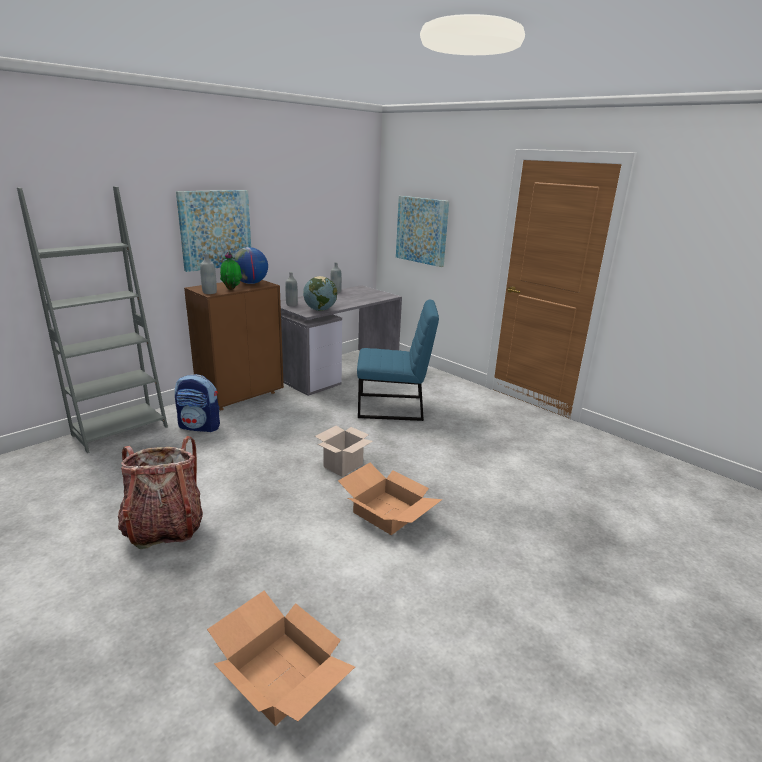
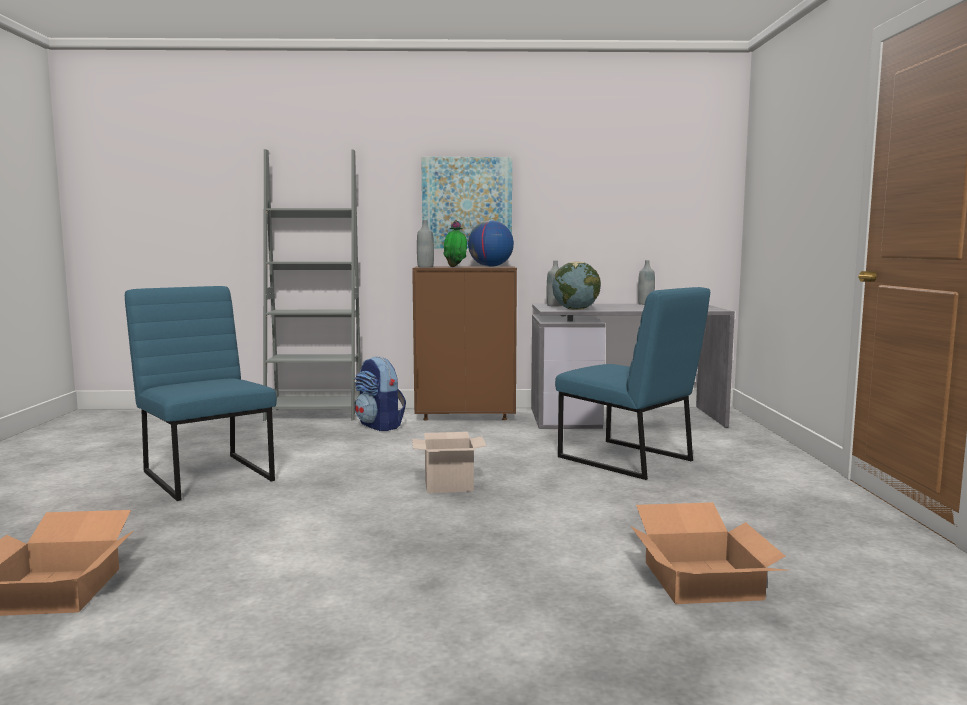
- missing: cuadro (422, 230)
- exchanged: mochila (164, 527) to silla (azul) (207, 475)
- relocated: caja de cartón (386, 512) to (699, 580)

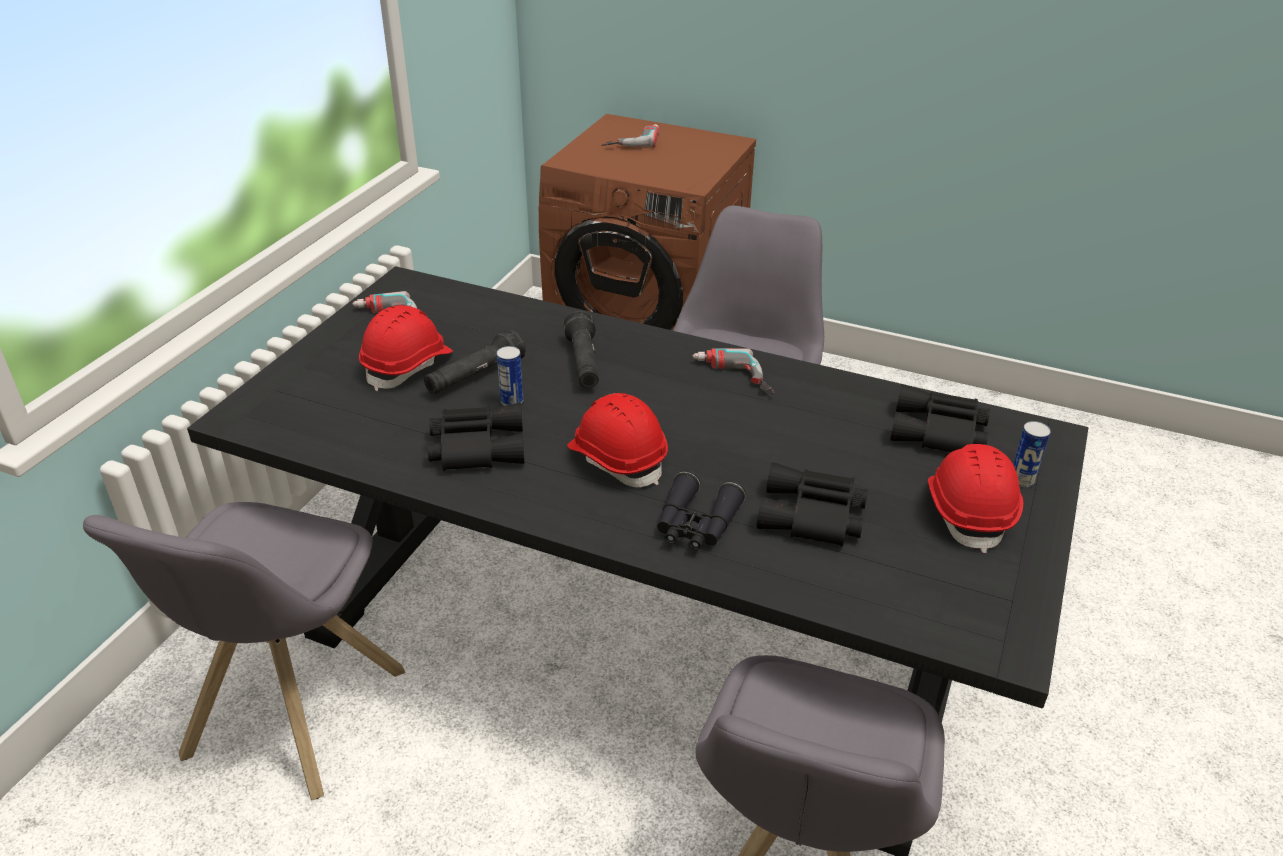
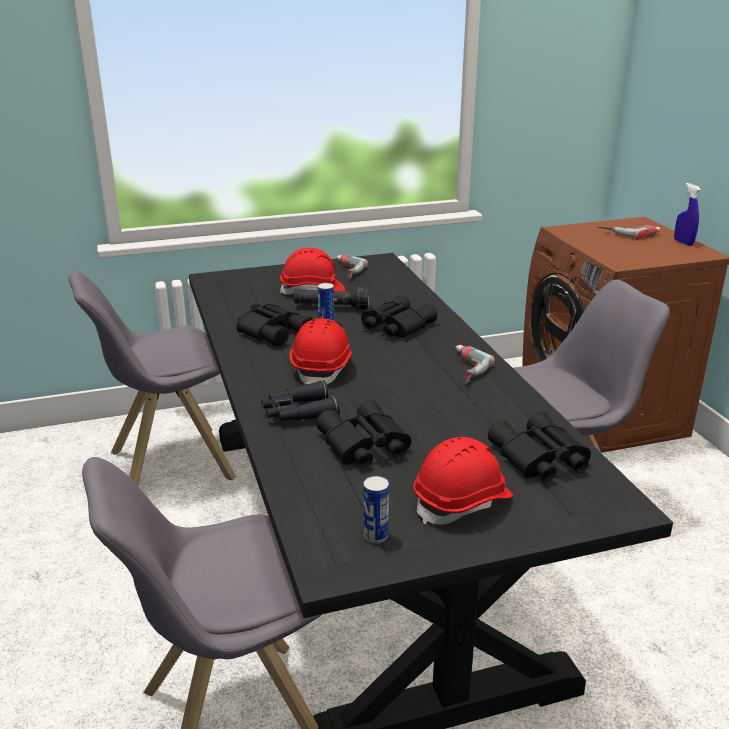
- exchanged: linterna (negro) (583, 364) to prismáticos (negro) (395, 326)
- relocated: lata (1022, 480) to (375, 536)
- appeared: pulverizador (azul) (683, 242)

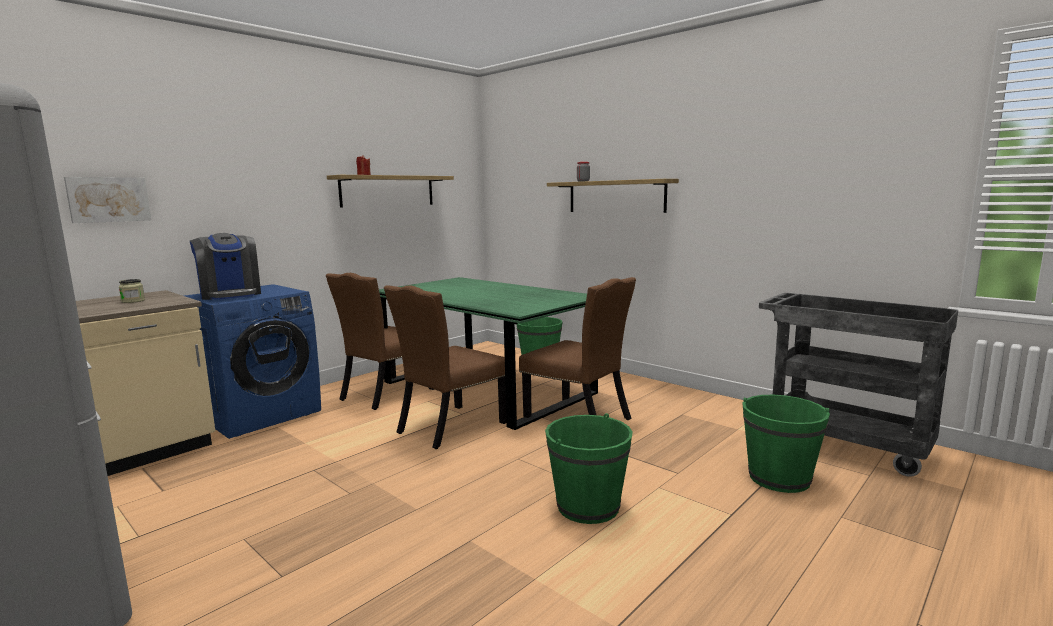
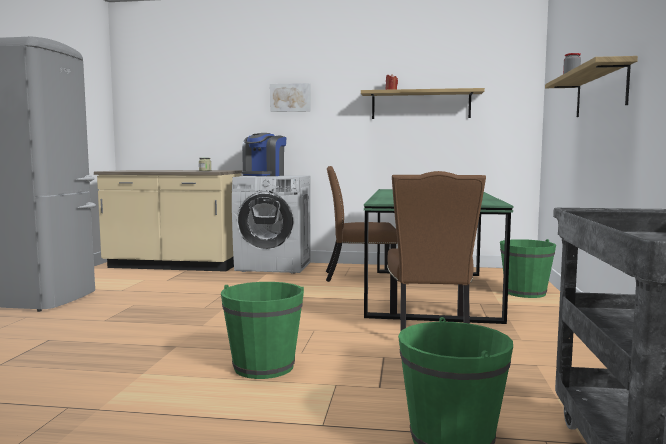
- relocated: cuadro (108, 199) to (290, 97)
- colour: lavadora (azul) (262, 416) to lavadora (blanco) (274, 268)
- missing: silla (marrón) (452, 426)

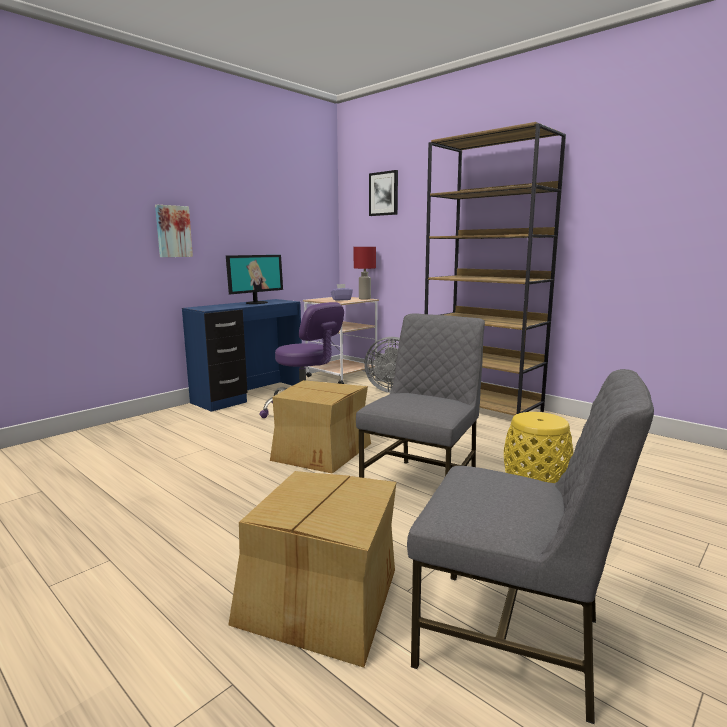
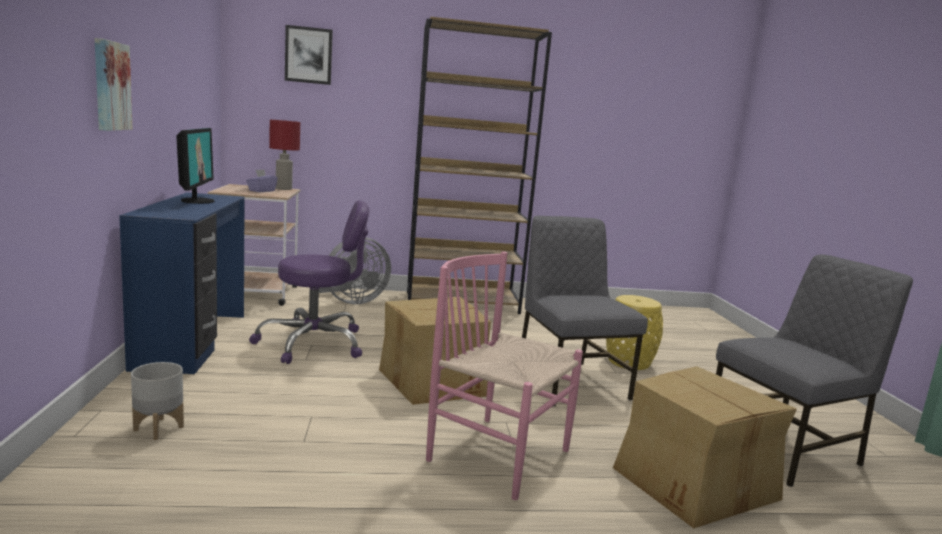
- appeared: silla (rosa) (493, 453)
- appeared: maceta (gris) (158, 428)

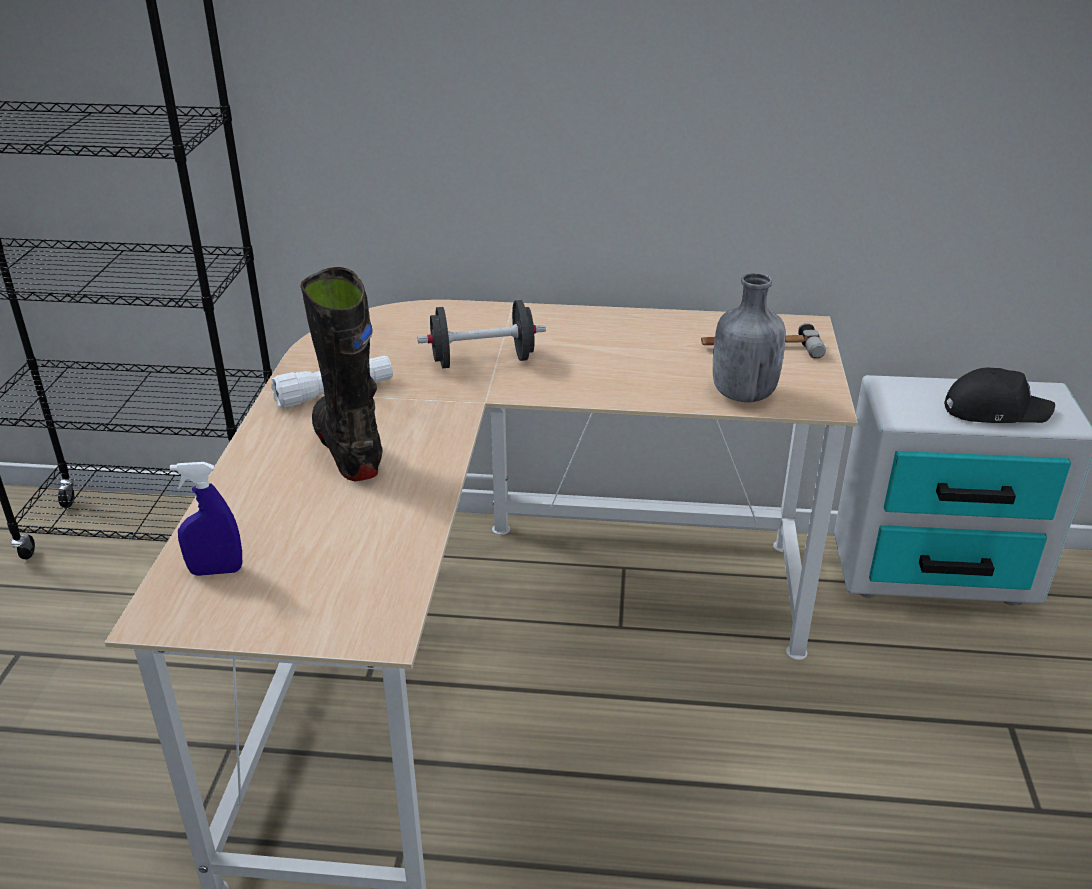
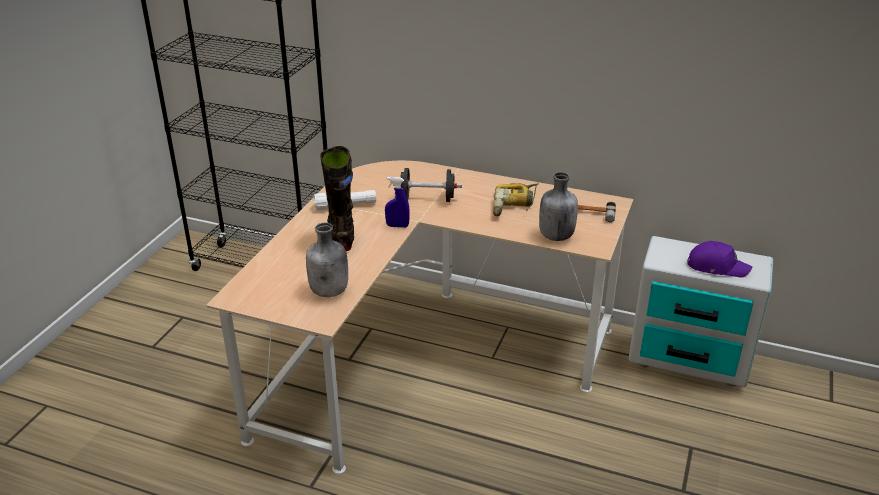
- colour: gorra (negro) (994, 410) to gorra (morado) (716, 266)
- relocated: pulverizador (azul) (216, 571) to (397, 226)
- appeared: taladro (514, 205)
- appeared: botella (gris) (330, 291)

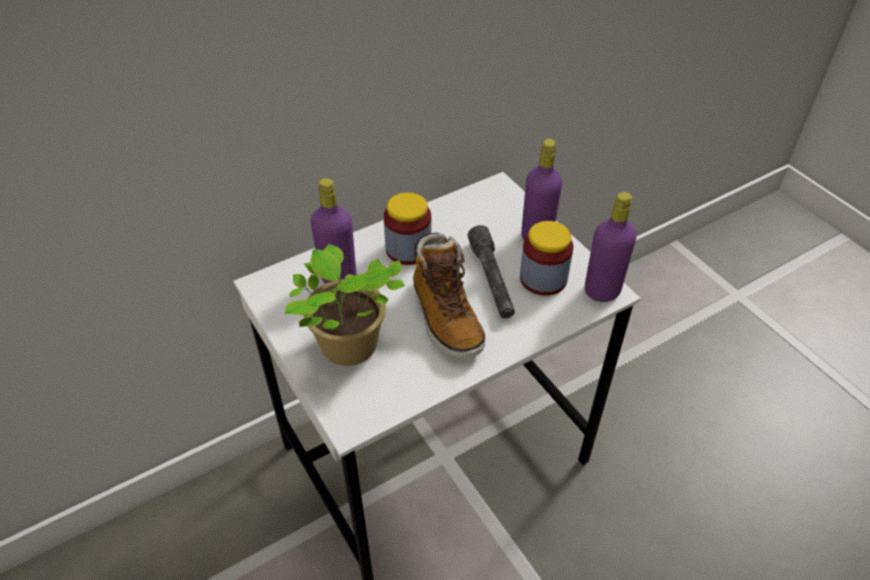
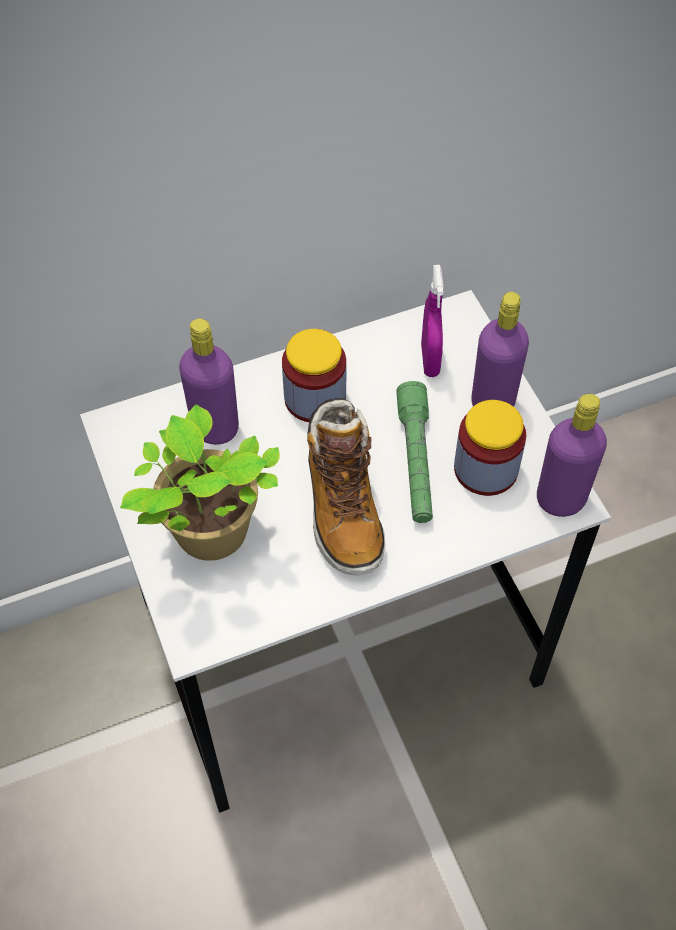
- colour: linterna (gris) (491, 280) to linterna (verde) (416, 461)
- appeared: pulverizador (morado) (430, 360)

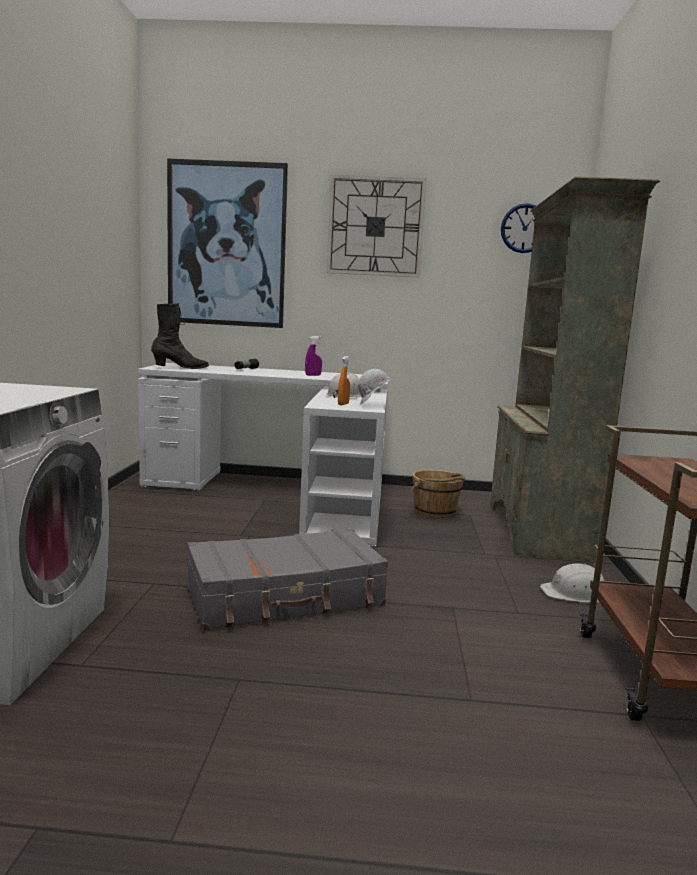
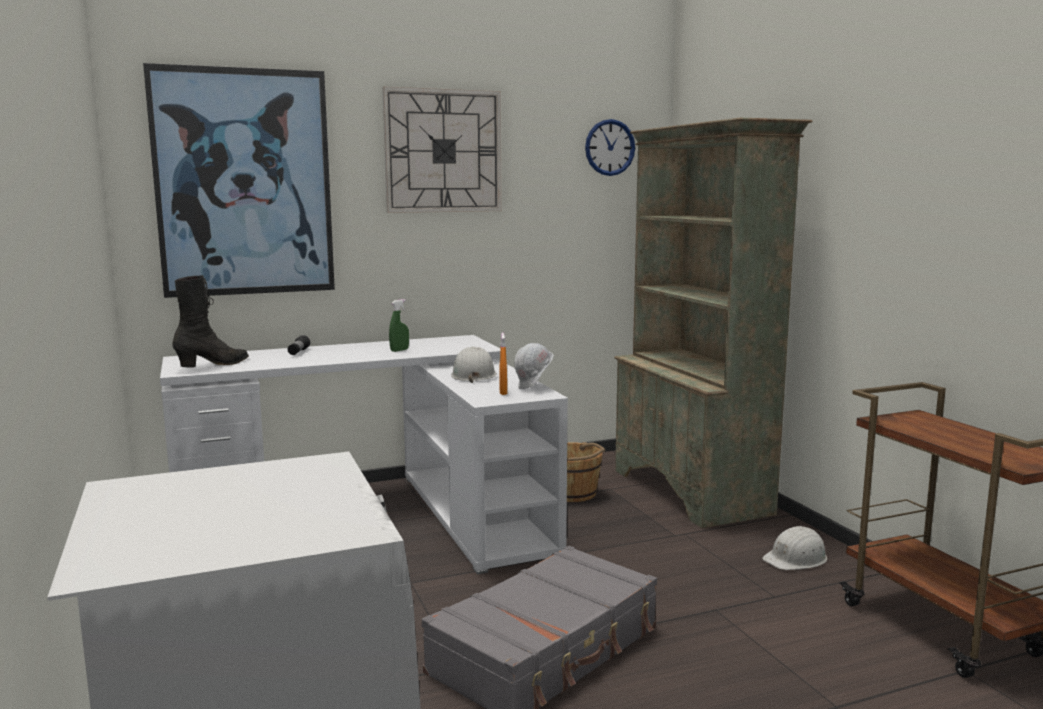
- colour: pulverizador (morado) (313, 375) to pulverizador (verde) (399, 350)

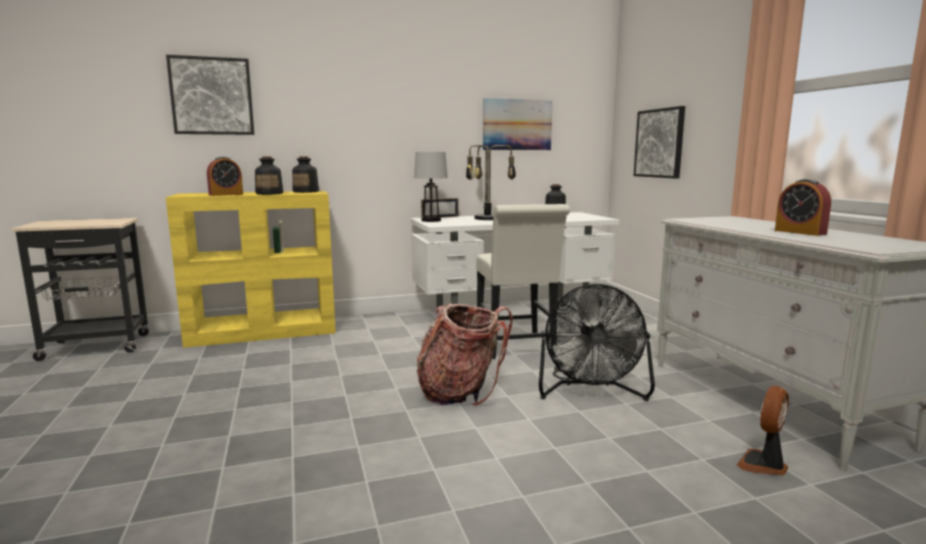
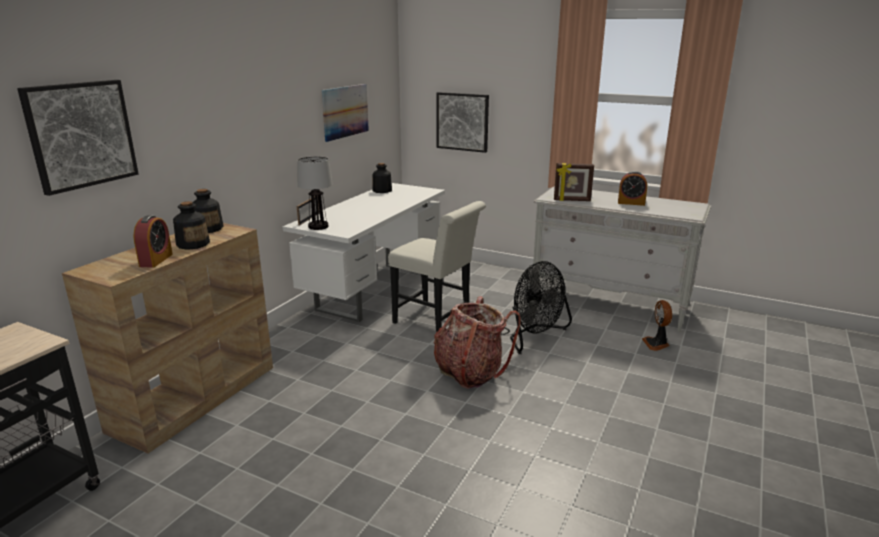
- missing: lámpara de mesa (487, 218)
- colour: estantería (amarillo) (263, 331) to estantería (marrón) (194, 397)
- appeared: portarretratos (572, 200)

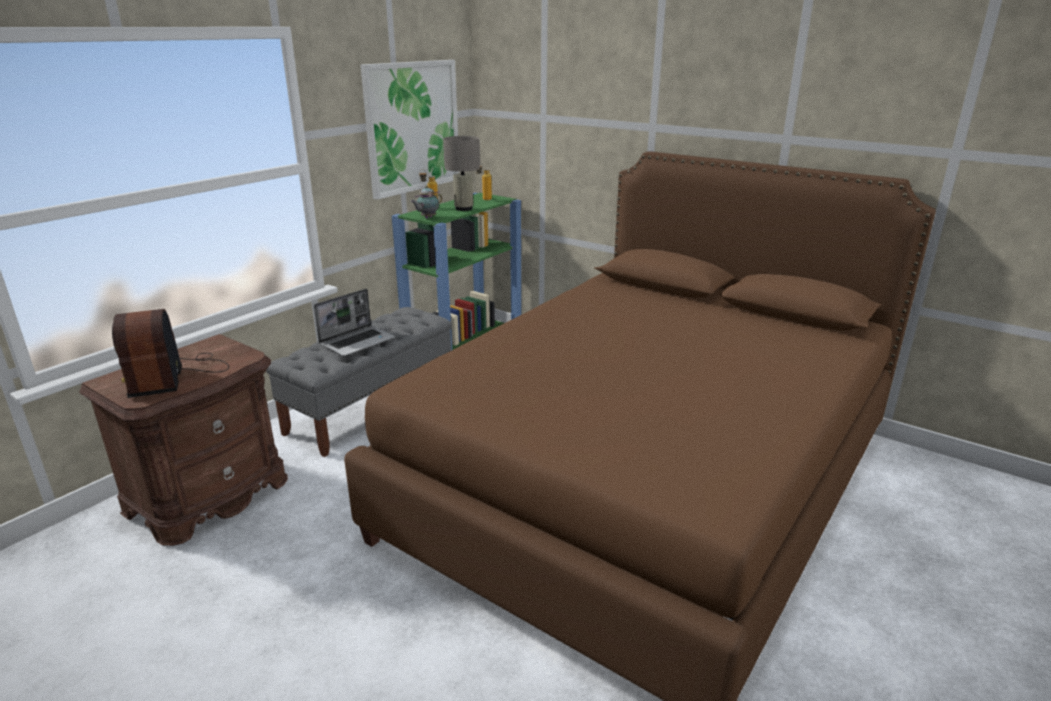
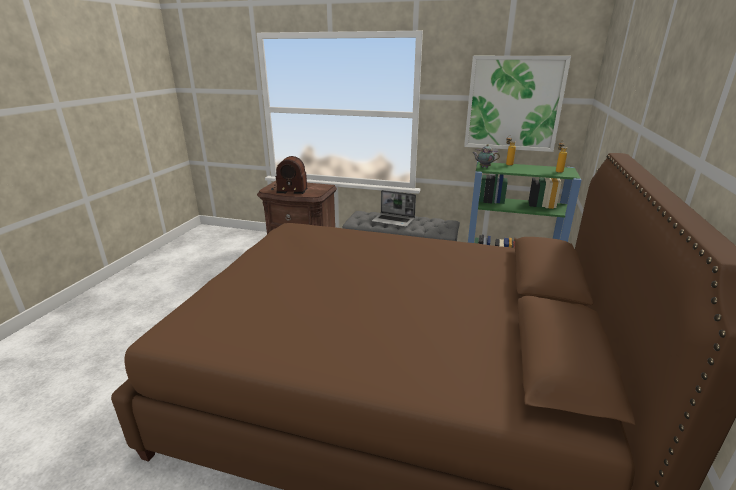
- missing: lámpara de mesa (gris) (463, 208)
- spun: radio (174, 375) = (289, 189) 135 degrees counterclockwise

